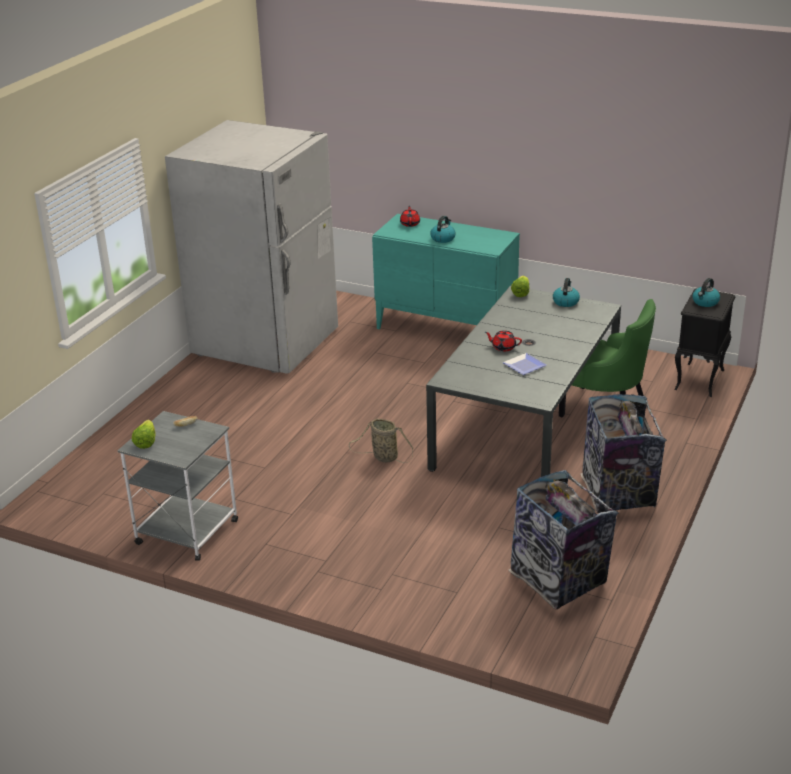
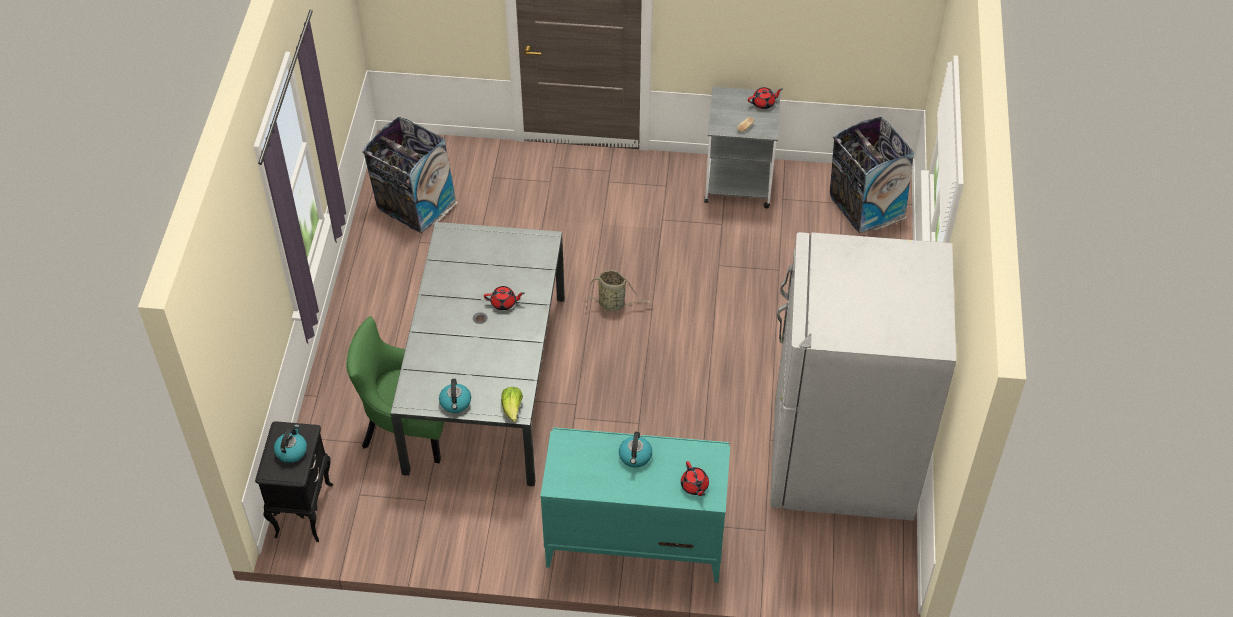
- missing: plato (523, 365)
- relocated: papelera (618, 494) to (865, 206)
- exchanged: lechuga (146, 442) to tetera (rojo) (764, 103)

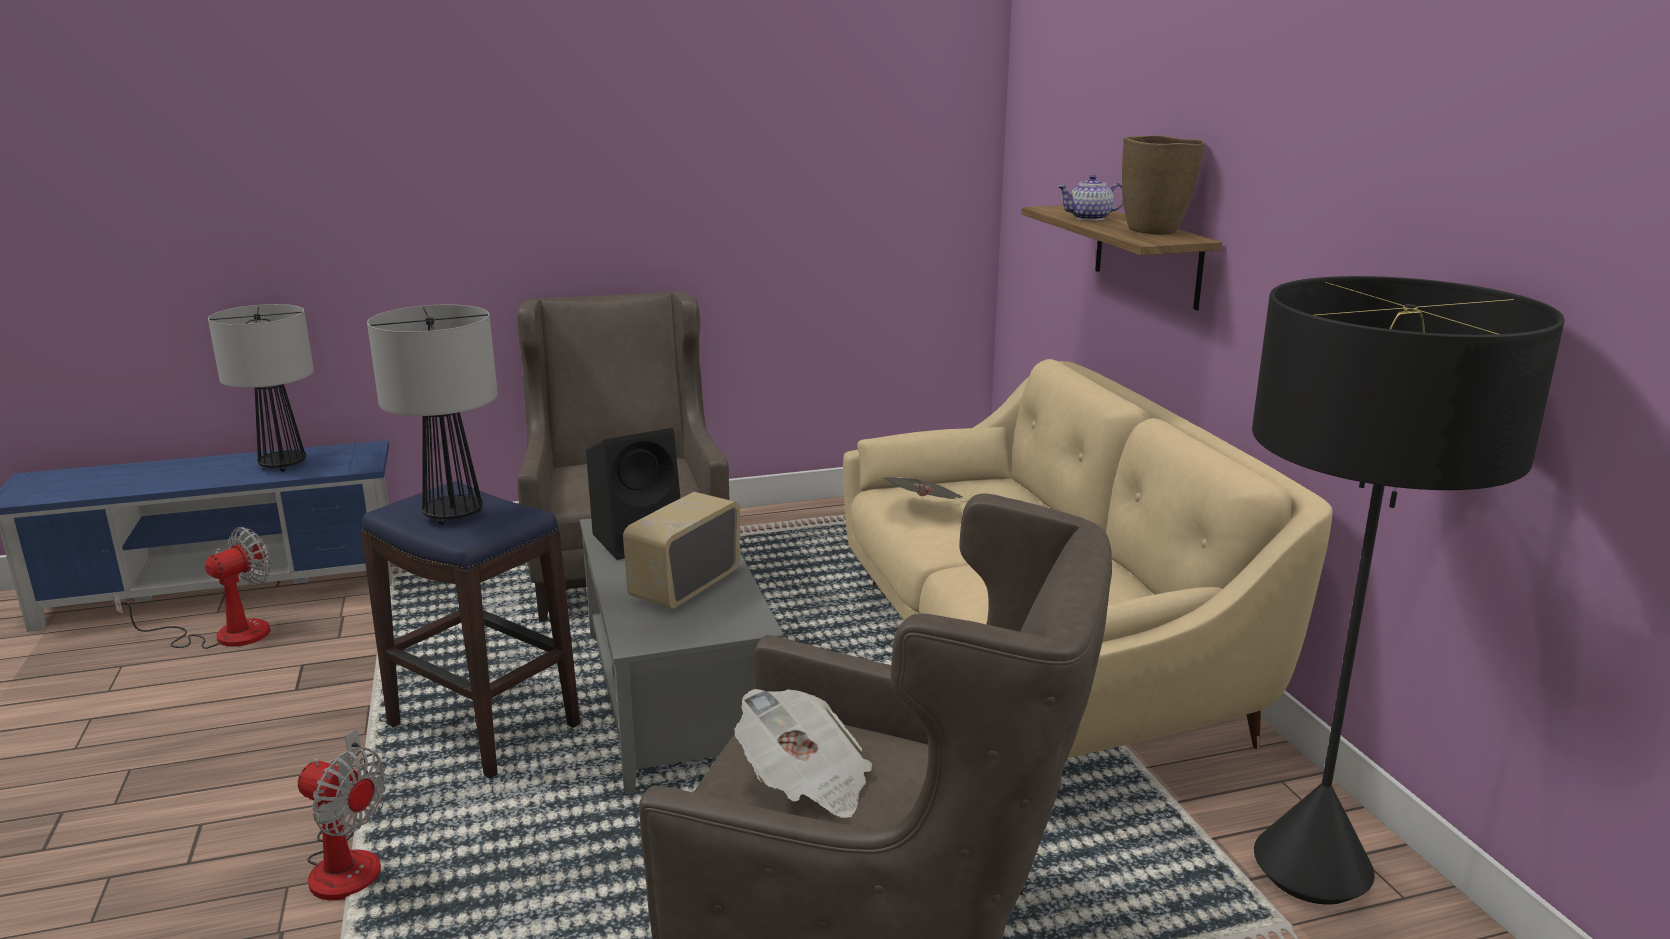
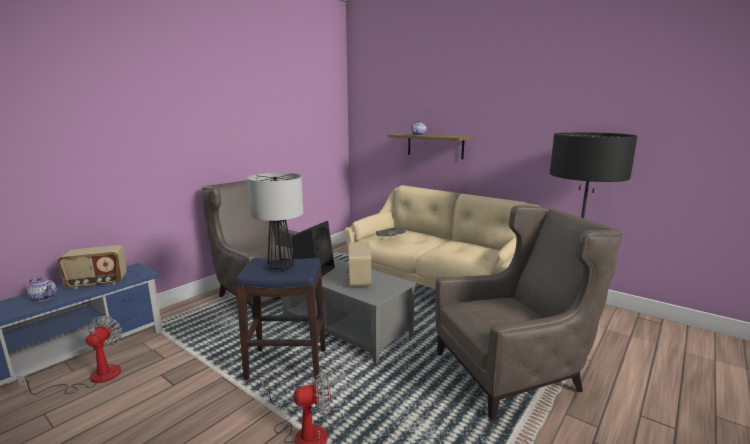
- missing: florero (marrón) (1154, 231)
- exchanged: lámpara de mesa (283, 465) to radio (97, 283)
- missing: periódico (805, 782)
- appeared: tetera (44, 297)

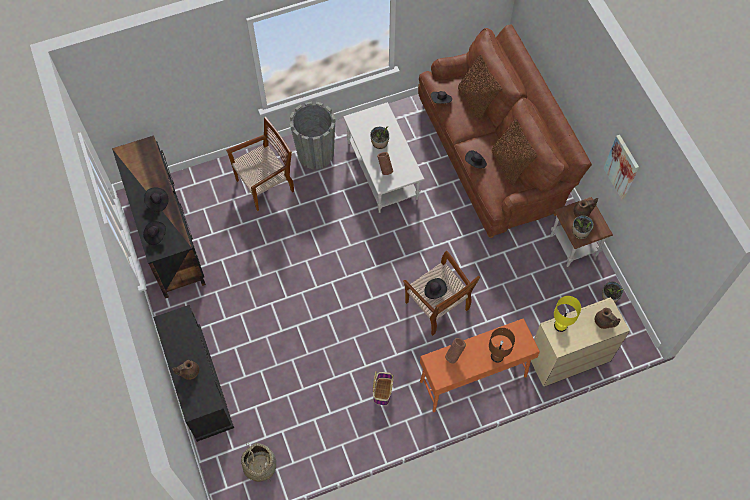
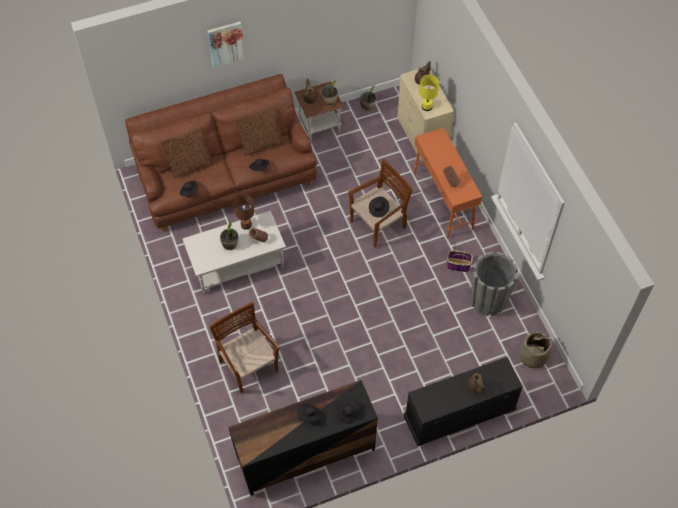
- relocated: maceta (gris) (315, 153) to (488, 300)
- relocated: cuadro (622, 167) to (226, 44)
- relocated: lámpara de mesa (marrón) (497, 356) to (246, 225)

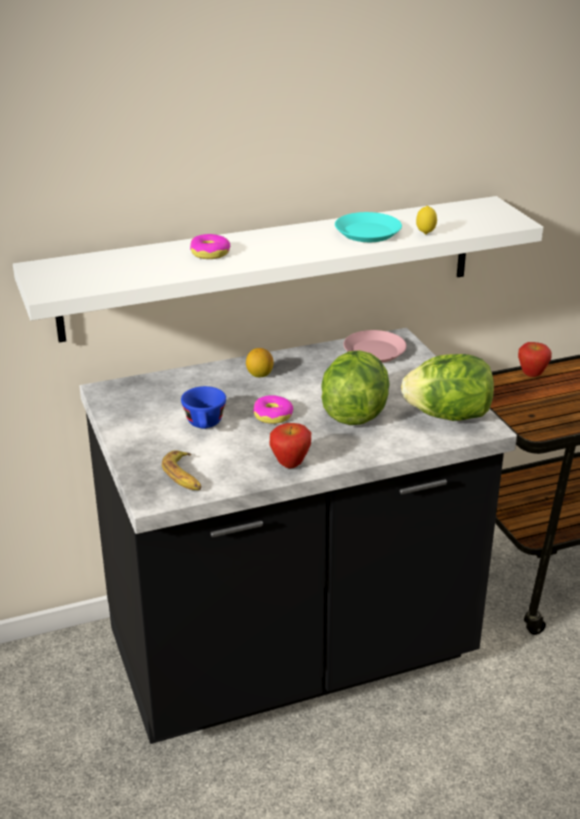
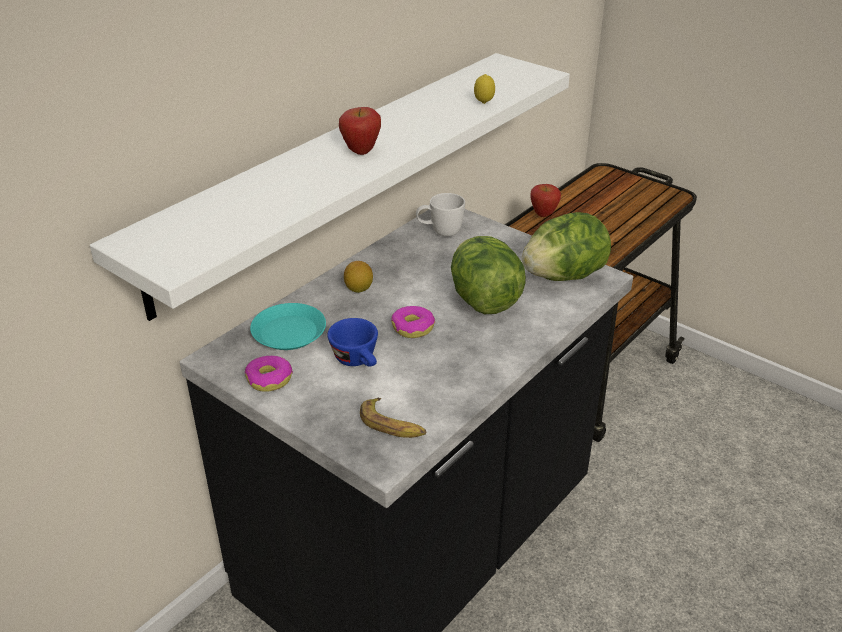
- relocated: plato (turquesa) (368, 233) to (289, 332)
- relocated: rosquilla (210, 253) to (269, 379)
- exchanged: plato (rosa) (374, 351) to taza grande (blanco) (440, 232)
- relocated: manzana (290, 464) to (361, 151)

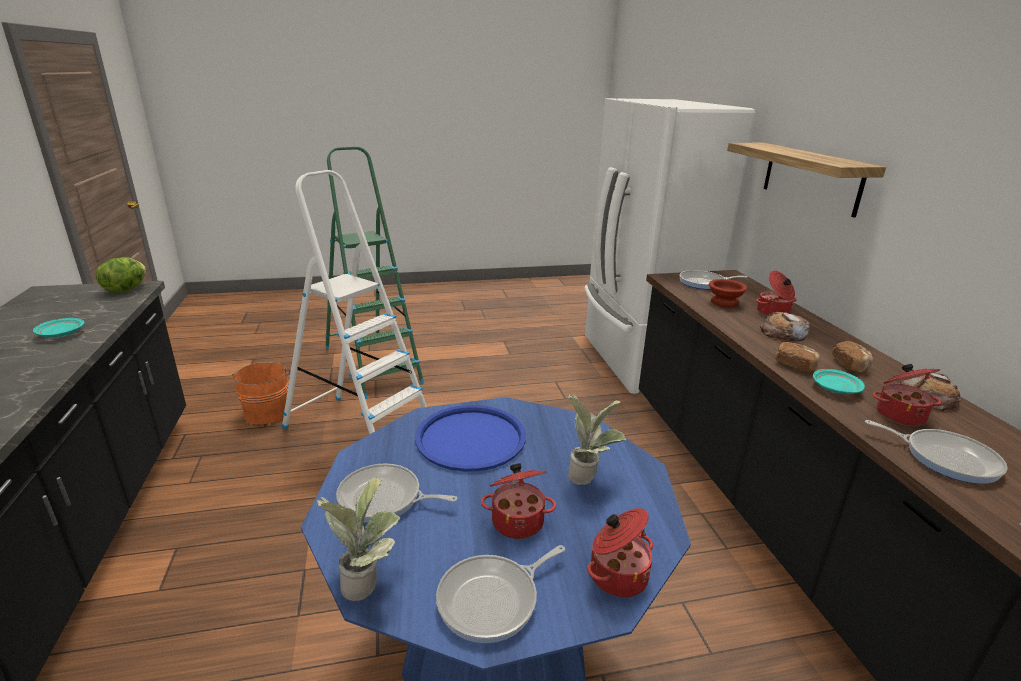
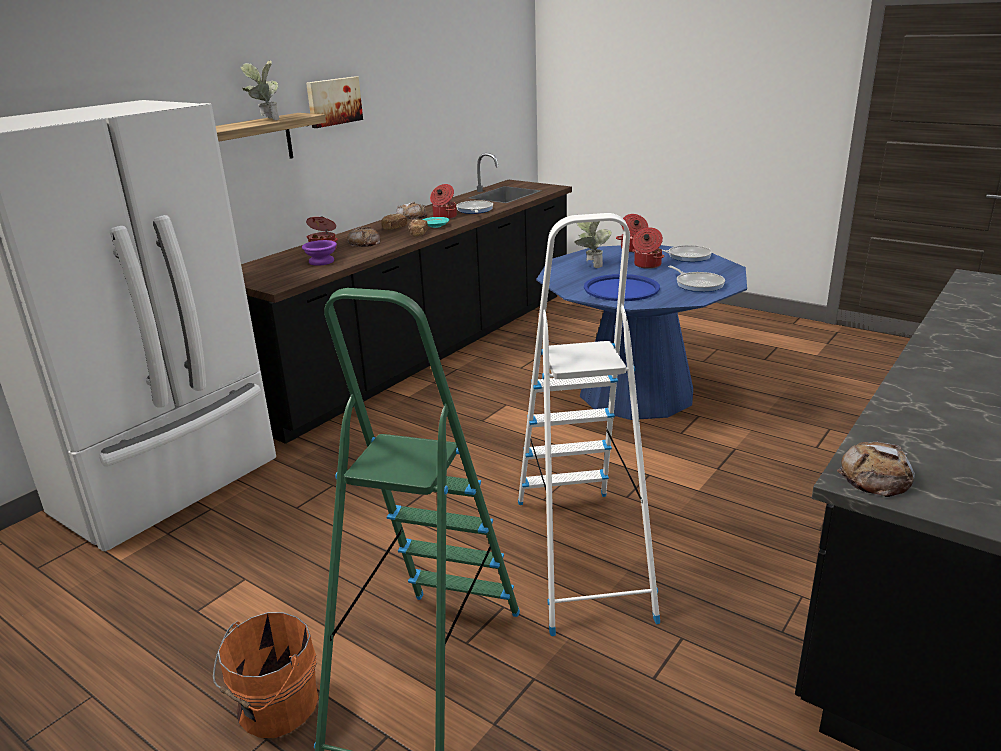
- exchanged: lechuga (126, 290) to pan (876, 477)
- missing: sartén (704, 283)
- colour: cuenco (marrón) (725, 302) to cuenco (morado) (321, 261)
- missing: plato (turquesa) (61, 334)
- relocated: cubo (naranja) (268, 411) to (274, 707)
- relocated: planta en maceta (366, 580) to (266, 120)
- appeared: cuadro (333, 101)

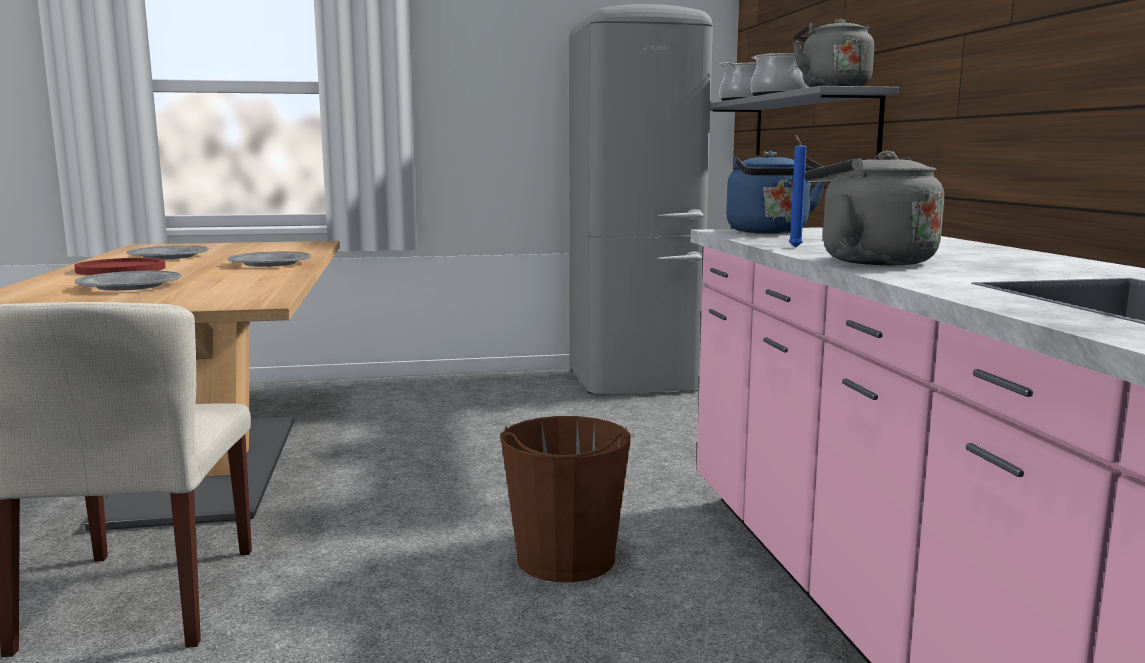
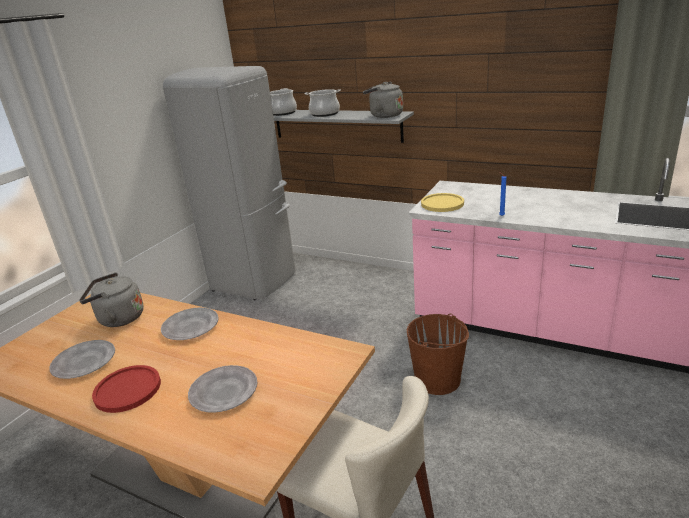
- exchanged: hervidor (azul) (770, 232) to plato (amarillo) (442, 203)
- relocated: hervidor (gris) (869, 261) to (118, 319)

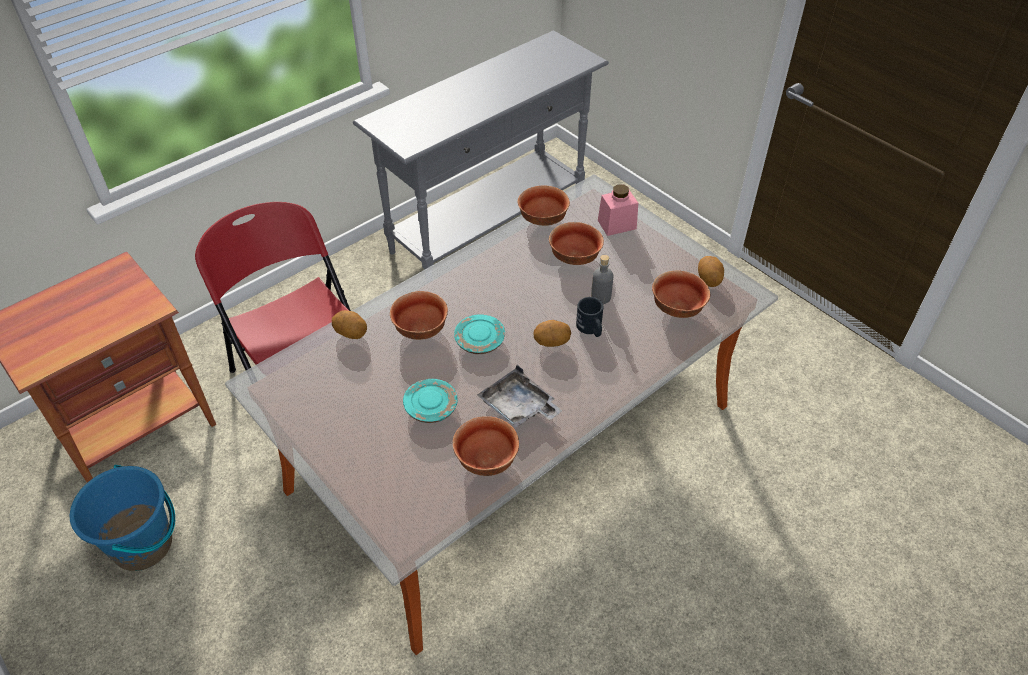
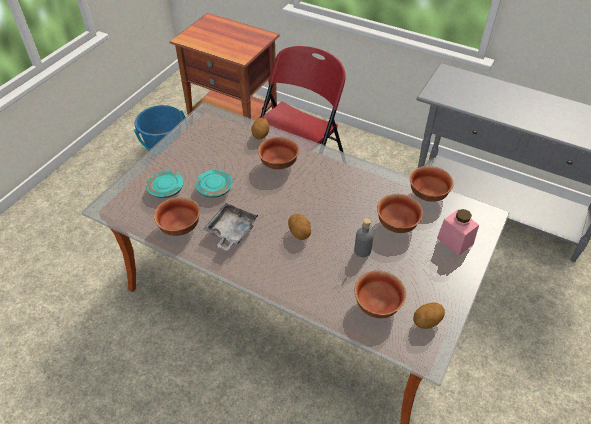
- missing: taza grande (negro) (591, 329)
- relocated: plato (turquesa) (480, 341) to (166, 189)

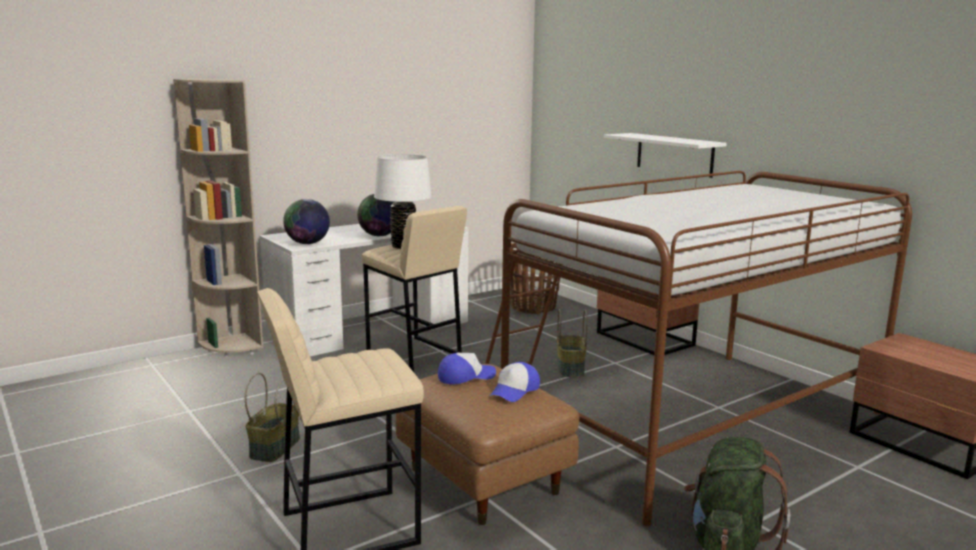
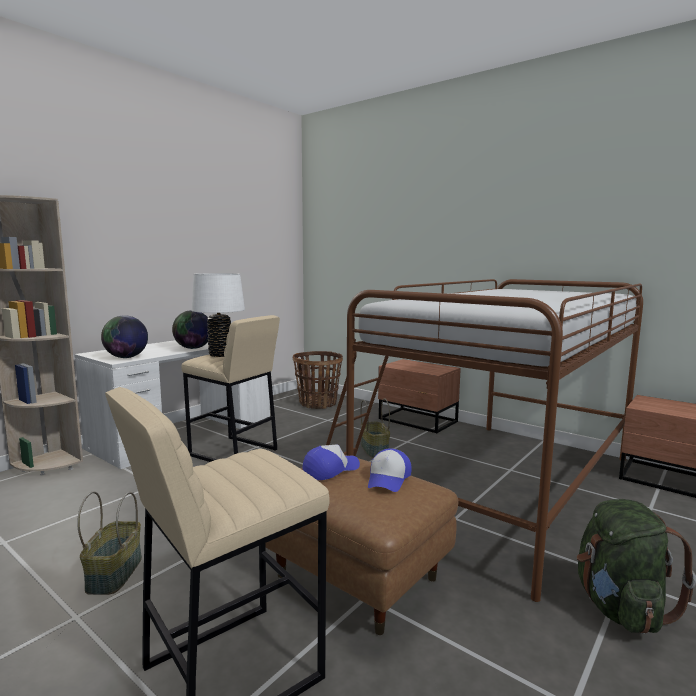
- missing: estante (blanco) (674, 154)

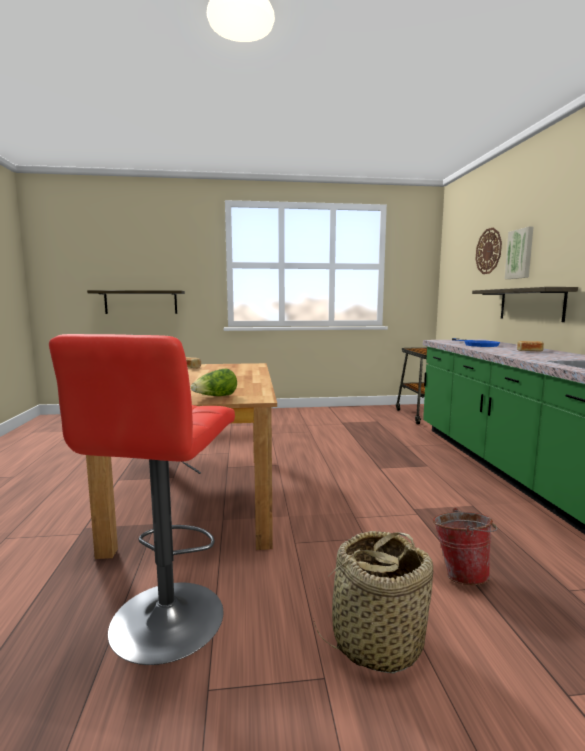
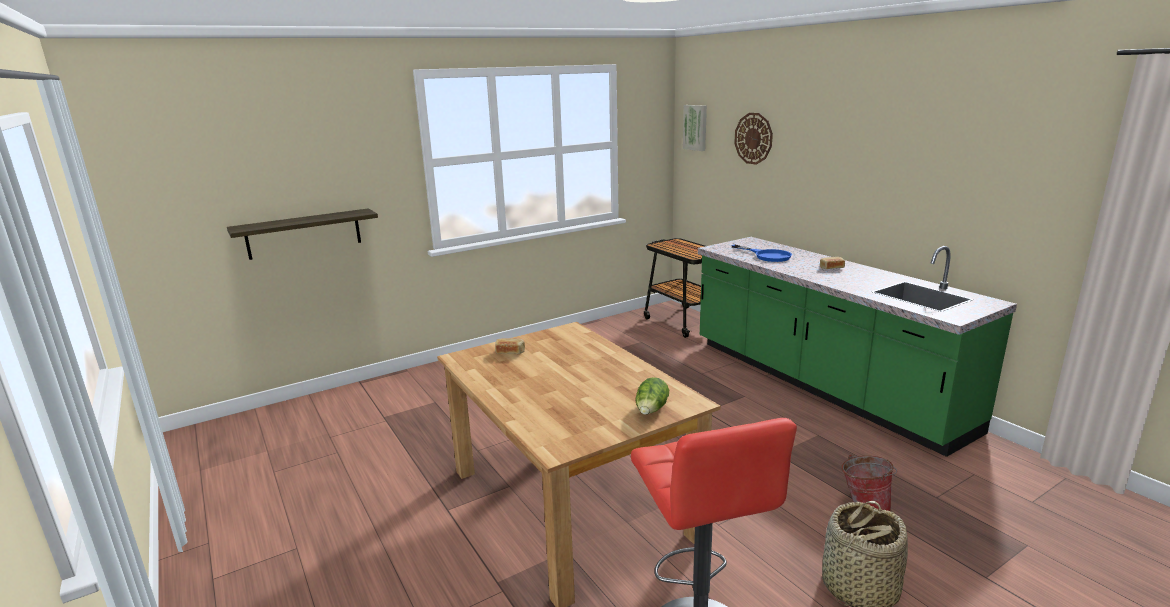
- relocated: cuadro (520, 254) to (696, 127)
- missing: estante (531, 304)

